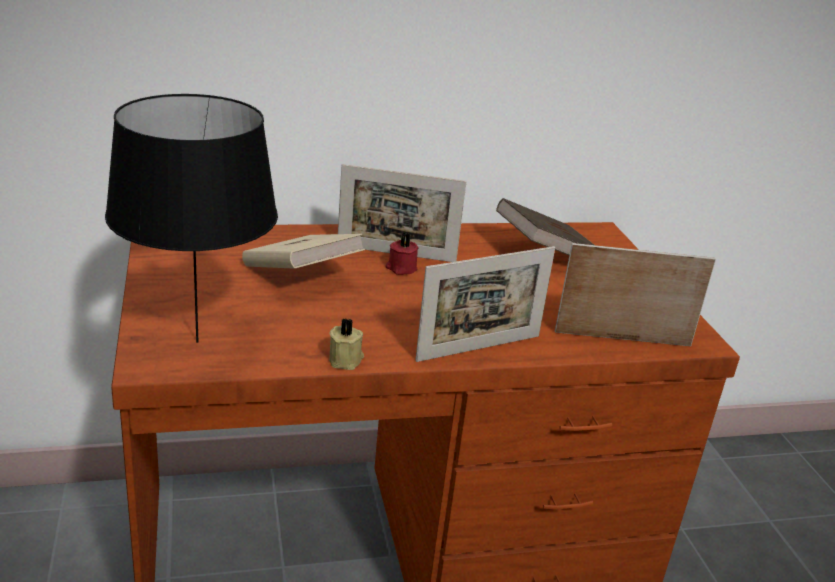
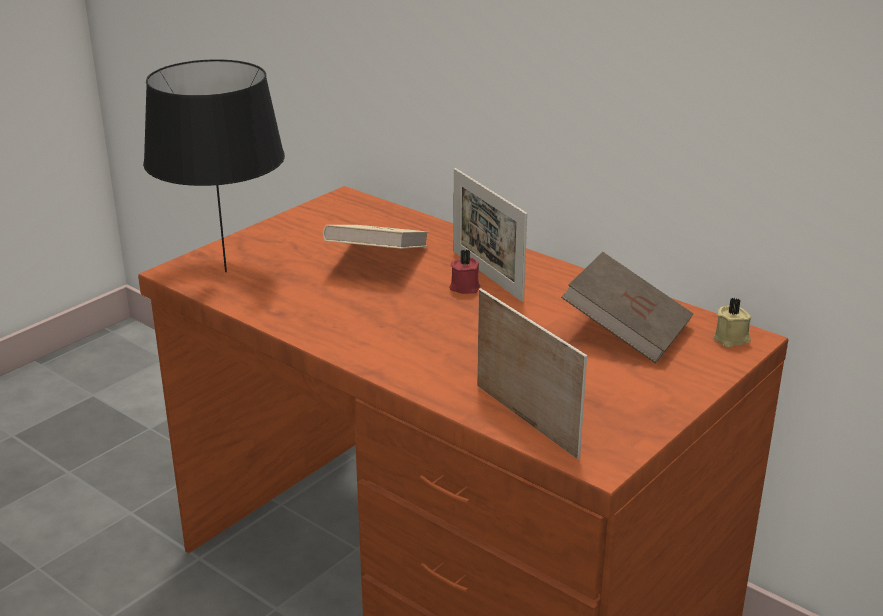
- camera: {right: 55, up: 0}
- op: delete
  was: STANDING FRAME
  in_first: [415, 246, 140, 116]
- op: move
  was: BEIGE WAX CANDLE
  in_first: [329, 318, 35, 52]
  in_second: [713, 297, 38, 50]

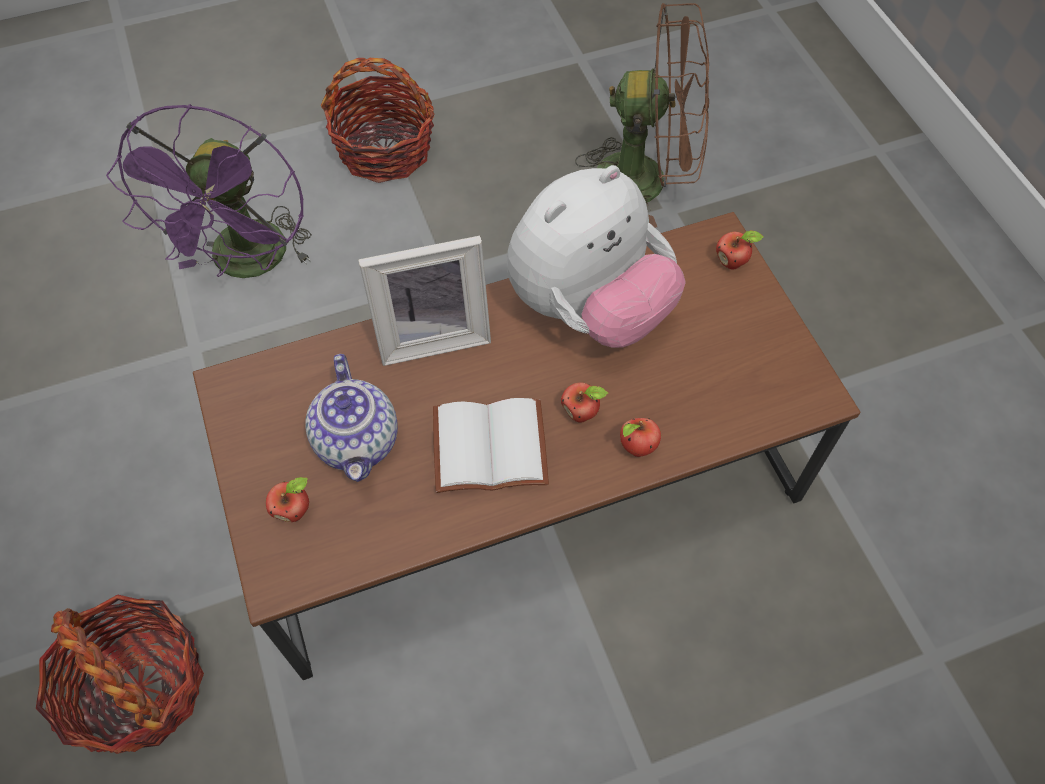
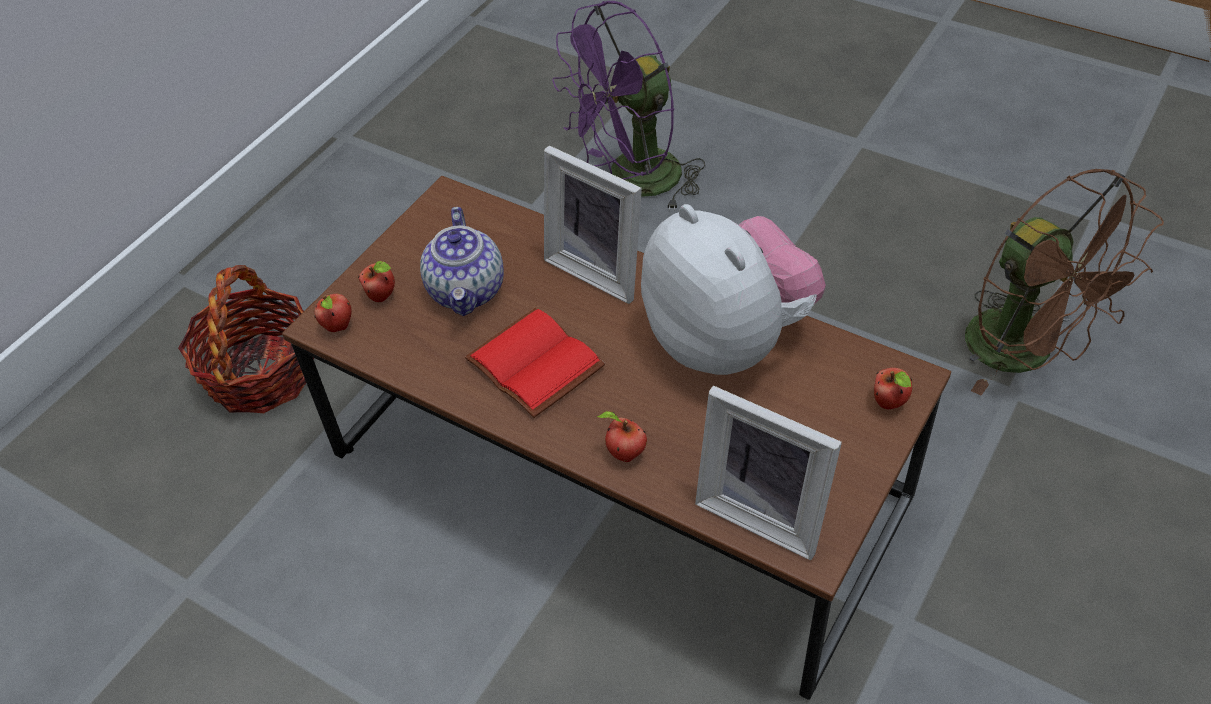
- camera: {right: 55, up: -10}
- op: delete
  was: HOUSEHOLD BASKET
  in_first: [321, 58, 114, 125]
- op: rotate
  was: SOFT TOY
  in_first: [507, 165, 179, 183]
  in_second: [641, 204, 185, 171]
  clockwise: -135
- op: rotate
  was: POT FOR TEA
  in_first: [305, 354, 93, 128]
  in_second: [420, 207, 84, 109]
  clockwise: -45
- op: move
  was: WHOLE APPLE
  in_first: [561, 382, 47, 41]
  in_second: [314, 294, 38, 38]
- op: recolor
  was: WHITE BOOK
  now: REDDISH BOOK
  in_first: [433, 398, 116, 95]
  in_second: [465, 308, 140, 110]
- op: insert
  now: STANDING FRAME
  in_second: [695, 386, 147, 174]

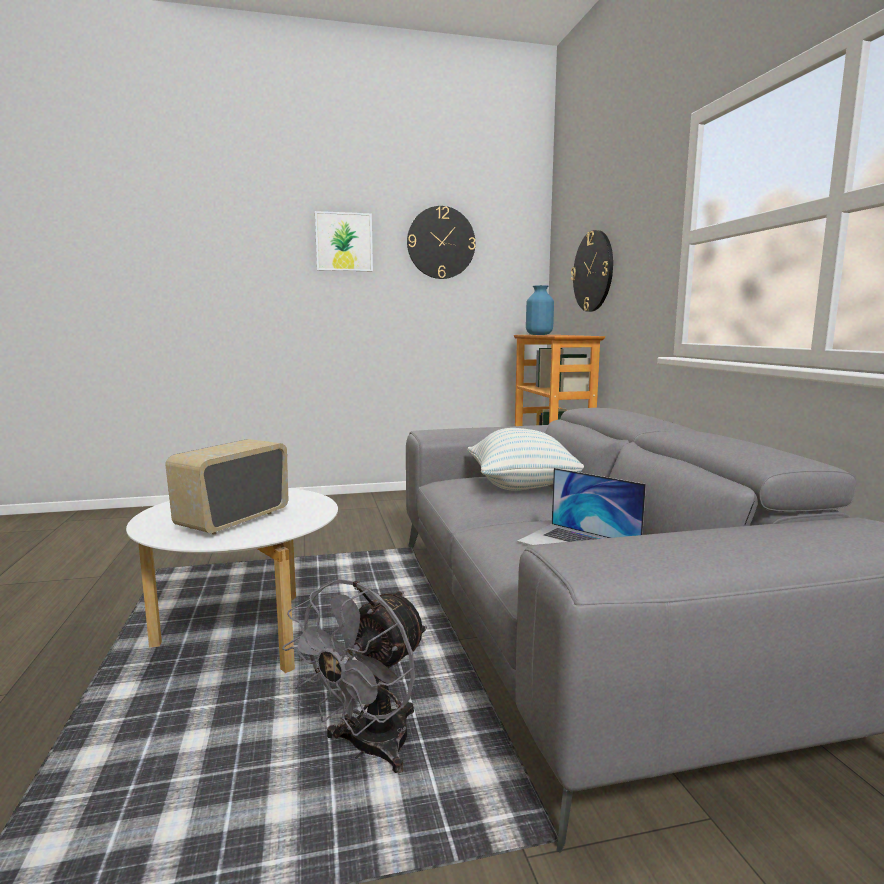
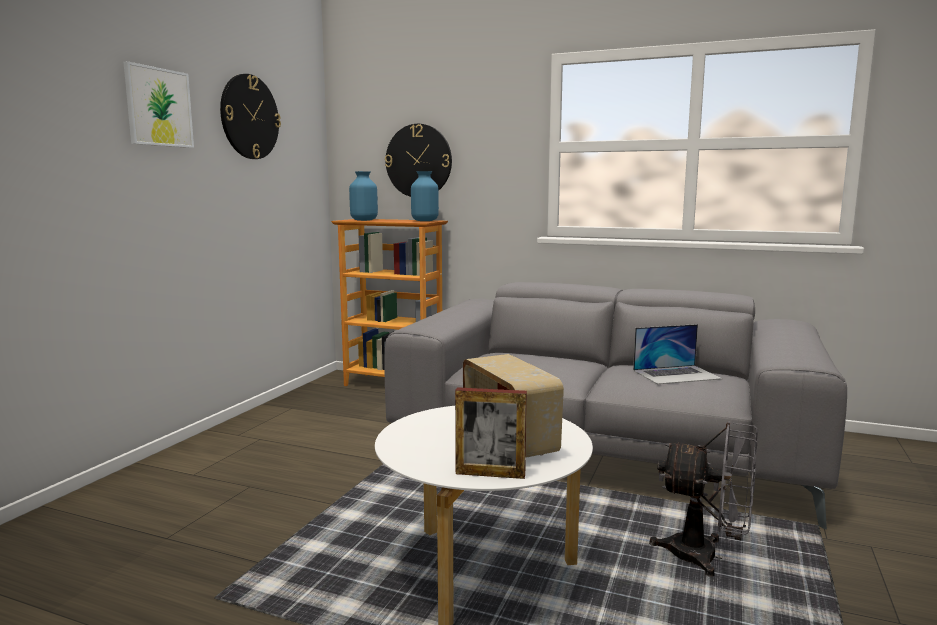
- camera: {right: -55, up: 0}
- op: delete
  was: THROW PILLOW
  in_first: [467, 428, 117, 63]
- op: rotate
  was: GREYISH FAN
  in_first: [282, 579, 145, 194]
  in_second: [649, 421, 109, 156]
  clockwise: -45
- op: insert
  now: BLUE FLOWER VASE
  in_second: [411, 171, 28, 50]
- op: insert
  now: STANDING FRAME
  in_second: [455, 387, 72, 92]

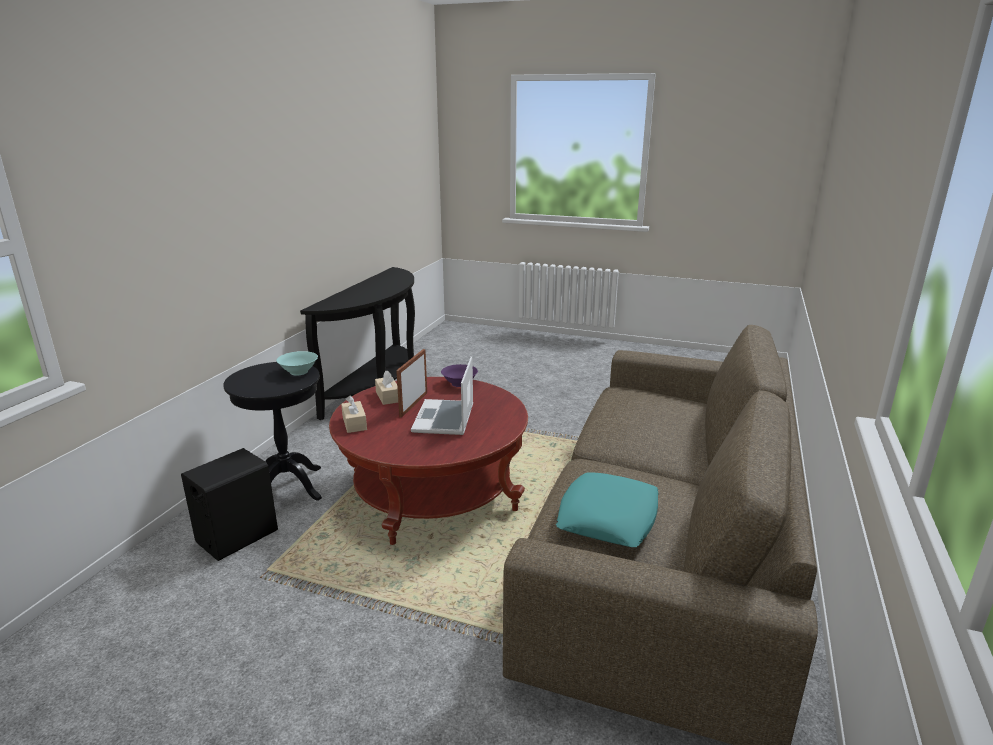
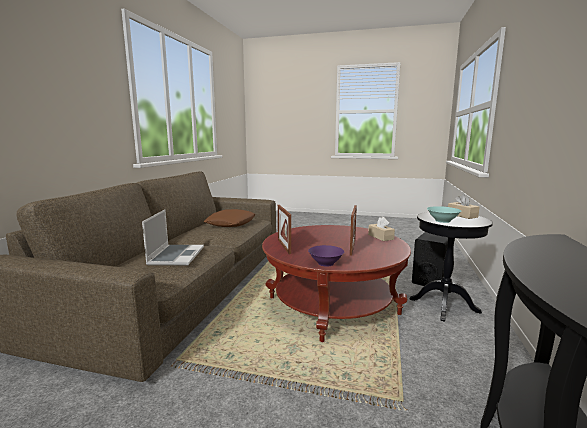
- camera: {right: 175, up: -10}
- op: move
  was: LAPTOP
  in_first: [411, 356, 62, 79]
  in_second: [142, 209, 62, 57]
- op: move
  was: BEIGE TISSUE BOX
  in_first: [375, 370, 23, 35]
  in_second: [448, 194, 32, 25]
- op: recolor
  was: TURQUOISE THROW PILLOW
  now: BROWNISH THROW PILLOW
  in_first: [556, 472, 103, 75]
  in_second: [204, 209, 52, 18]
- op: insert
  now: STANDING FRAME
  in_second: [278, 205, 13, 49]

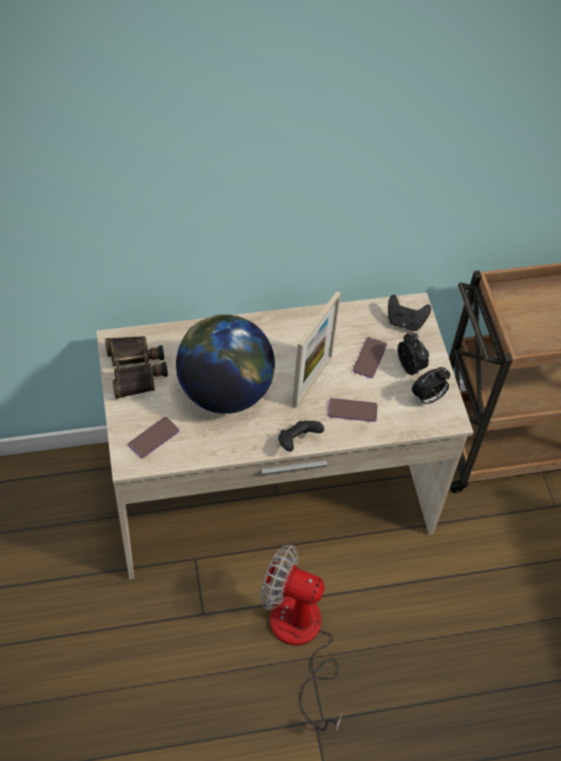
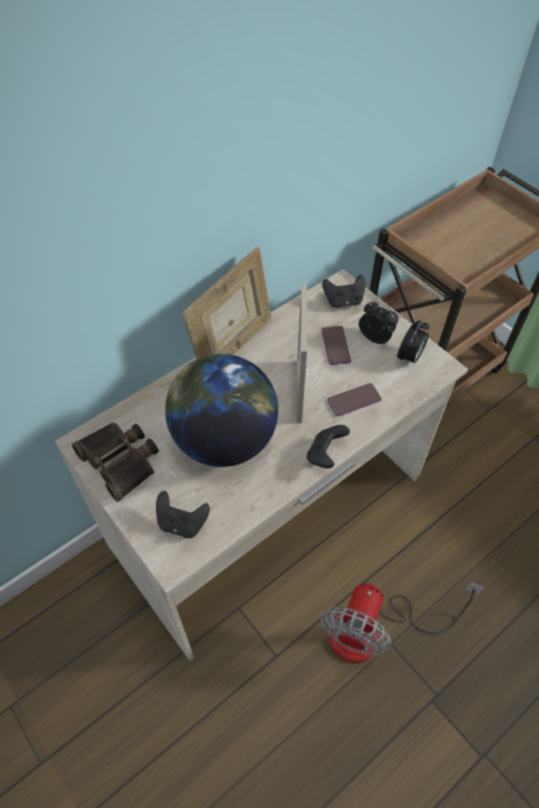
- camera: {right: -25, up: 0}
- op: replace
  was: HANDSET
  now: BLACK-COLOURED GAMEPAD
  in_first: [128, 417, 51, 41]
  in_second: [156, 491, 54, 47]
- op: rotate
  was: FAN
  in_first: [260, 544, 82, 189]
  in_second: [321, 582, 163, 81]
  clockwise: -60
- op: insert
  now: STANDING FRAME
  in_second: [182, 247, 90, 112]

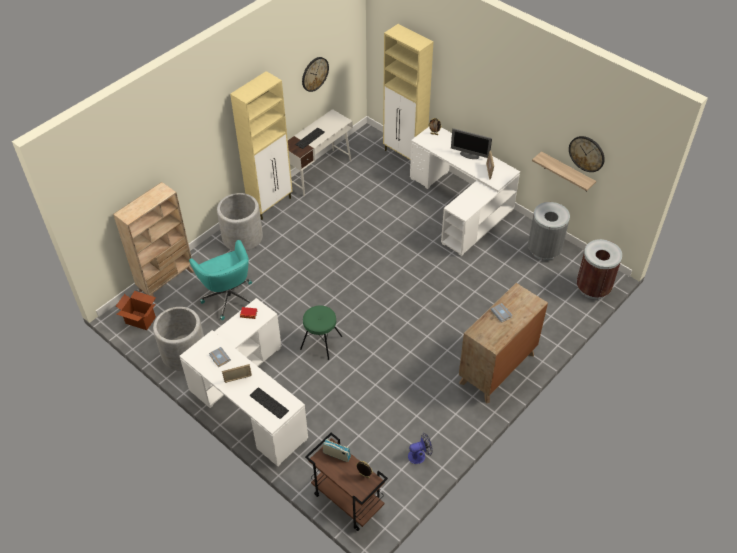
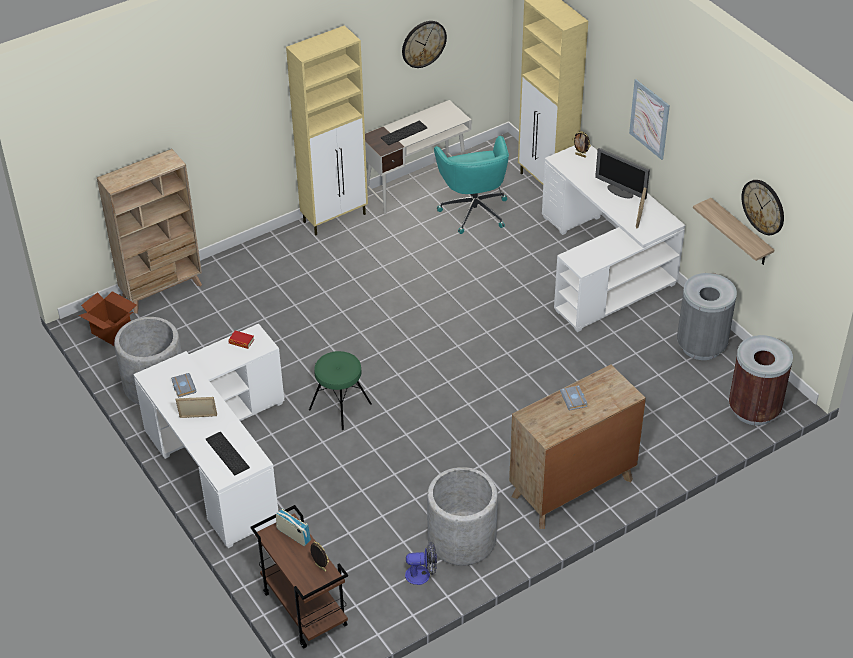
- camera: {right: 15, up: -5}
- op: move
  was: GREYISH PLANTER
  in_first: [217, 193, 46, 58]
  in_second: [427, 467, 71, 99]
- op: move
  was: TURQUOISE COMPUTER CHAIR
  in_first: [189, 240, 63, 80]
  in_second: [434, 136, 75, 98]
- op: insert
  now: WALL PICTURE
  in_second: [629, 79, 41, 81]

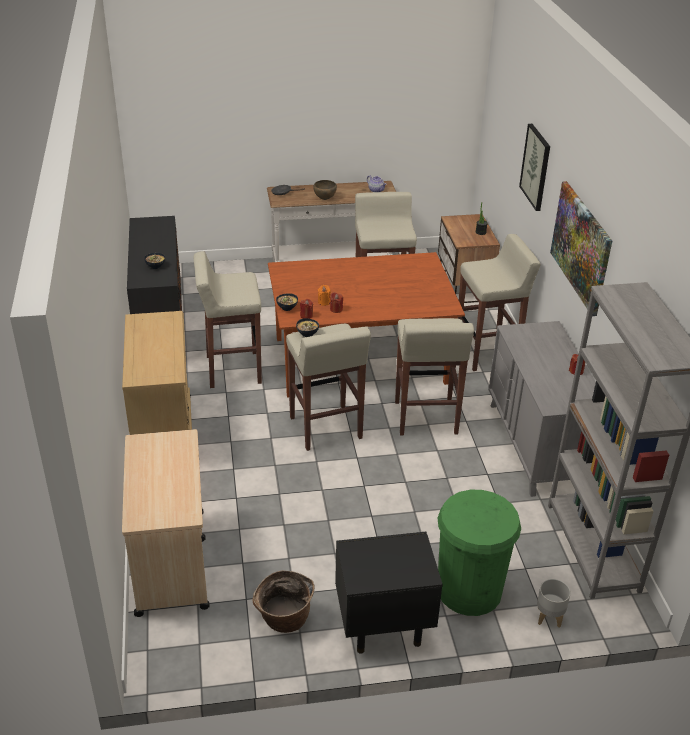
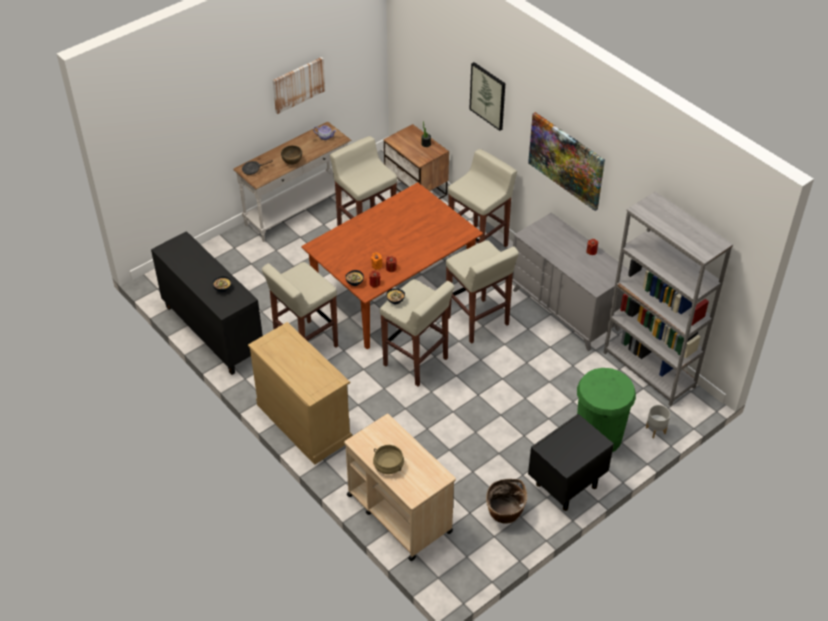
- camera: {right: -30, up: 10}
- op: insert
  now: WALL PICTURE
  in_second: [273, 57, 52, 57]
- op: insert
  now: BEIGE SAUCEPOT
  in_second: [373, 445, 31, 29]

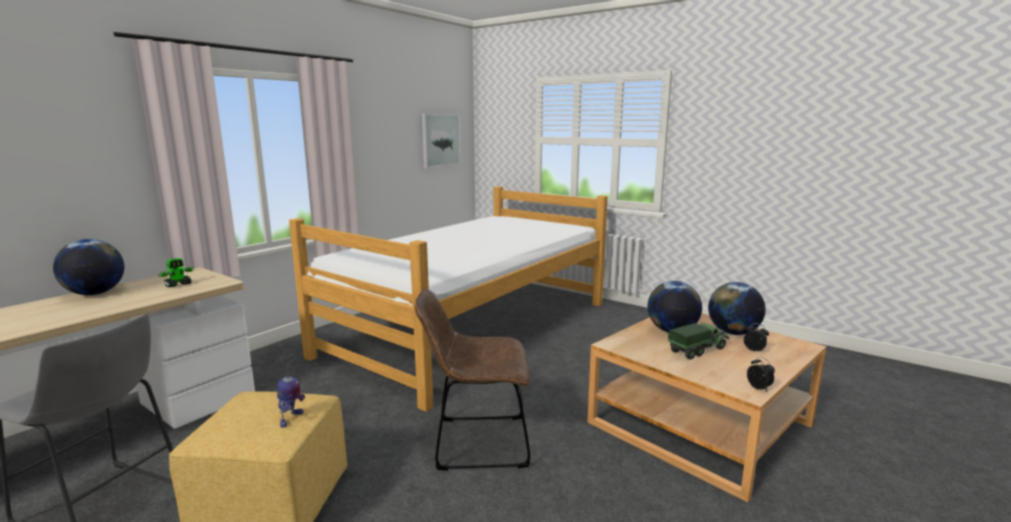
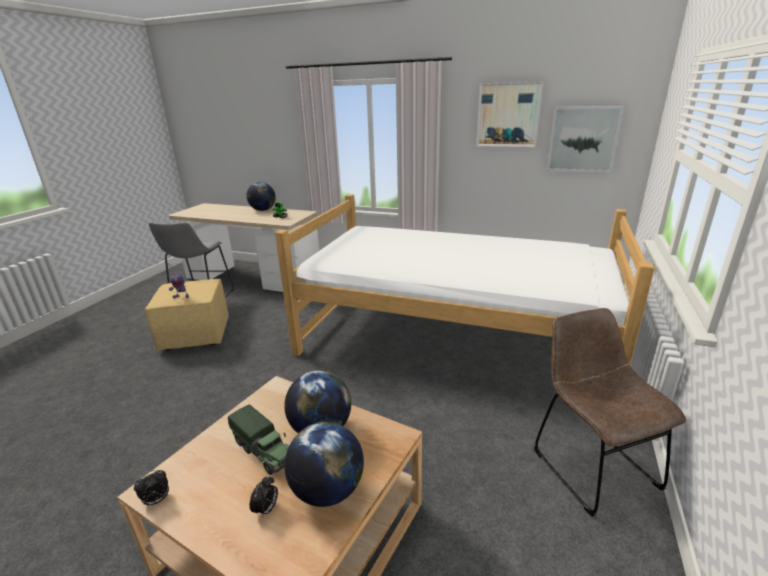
- camera: {right: 75, up: 10}
- op: move
  was: BROWNISH UPRIGHT CHAIR
  in_first: [415, 288, 115, 183]
  in_second: [534, 308, 152, 209]
- op: insert
  now: WALL PICTURE
  in_second: [476, 81, 68, 66]

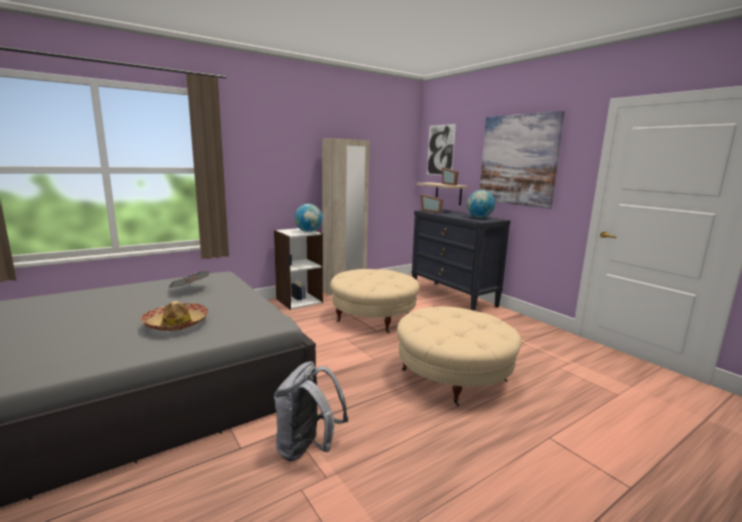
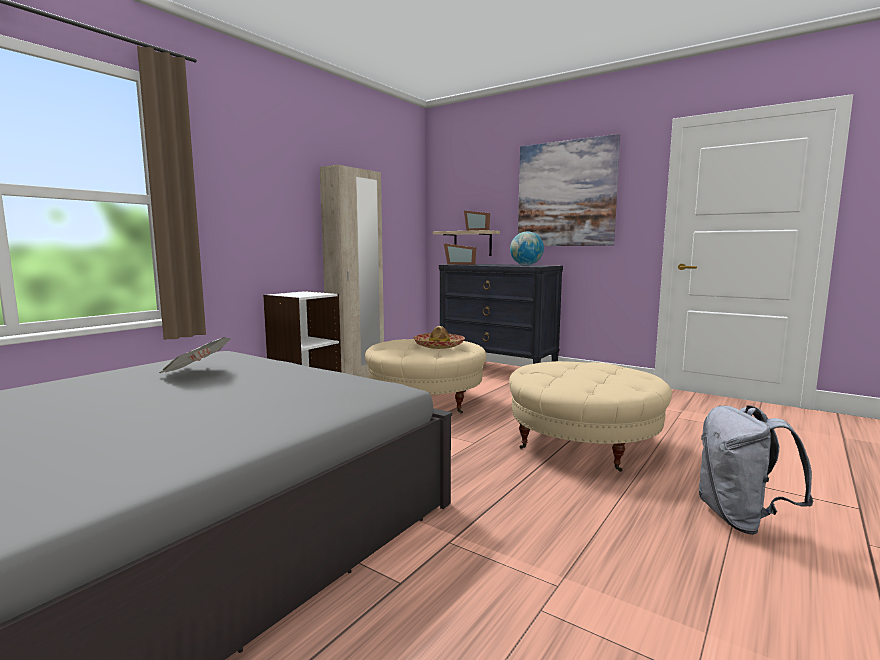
- camera: {right: -20, up: -5}
- op: delete
  was: WALL PICTURE
  in_first: [427, 124, 29, 51]
- op: delete
  was: WORLD GLOBE
  in_first: [294, 204, 29, 28]
- op: move
  was: CLOTHING HAT
  in_first: [141, 301, 68, 30]
  in_second: [413, 326, 52, 23]
- op: move
  was: GREYISH KNAPSACK
  in_first: [274, 361, 75, 100]
  in_second: [698, 405, 115, 130]

